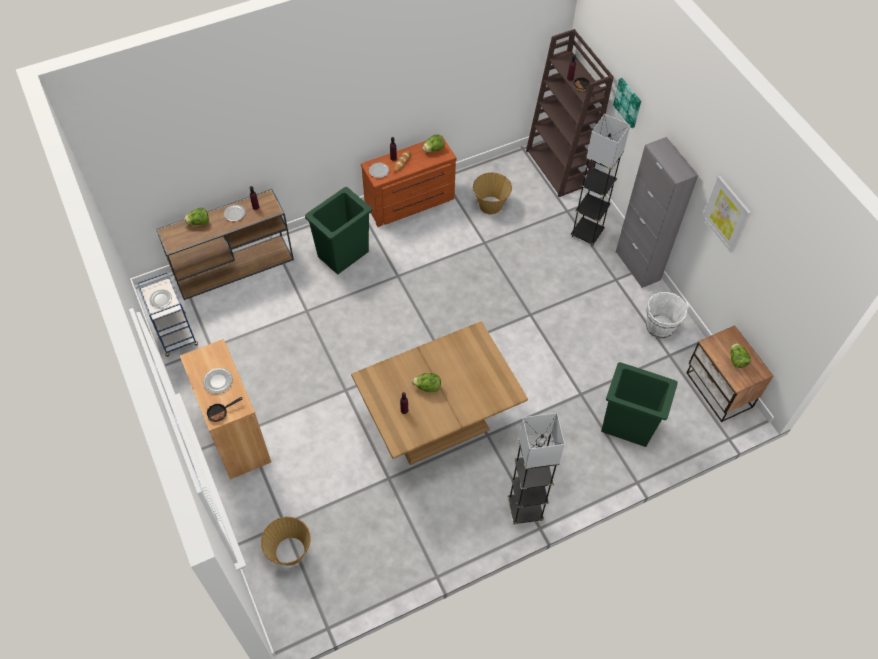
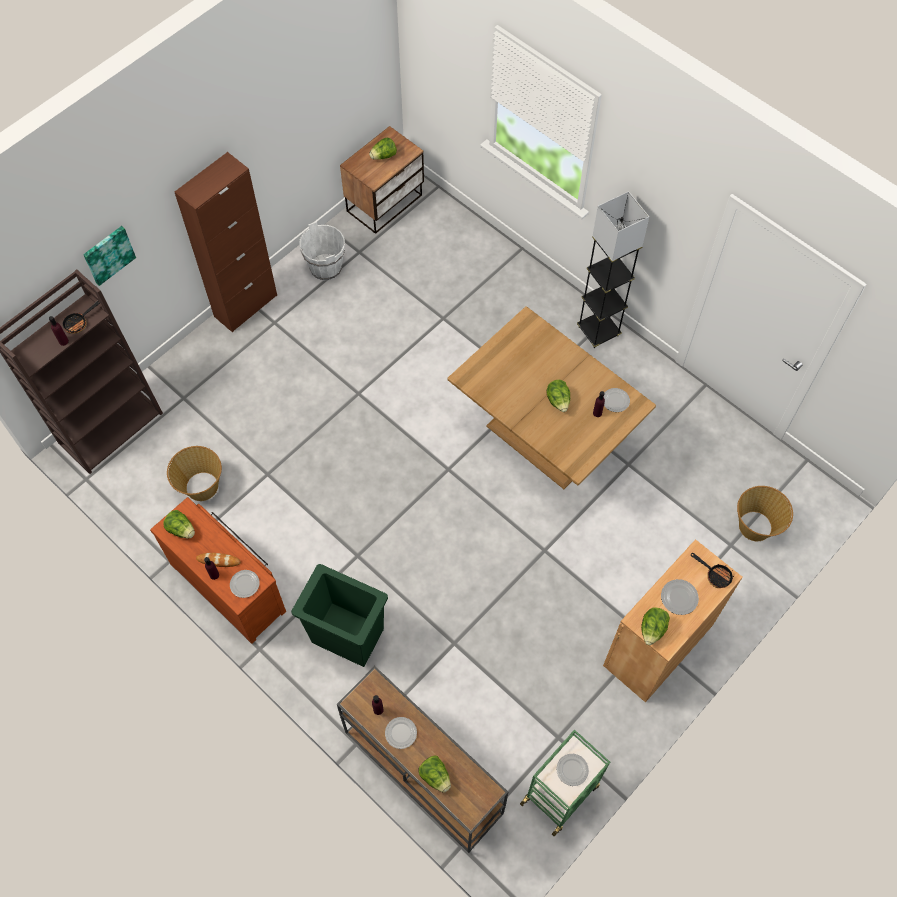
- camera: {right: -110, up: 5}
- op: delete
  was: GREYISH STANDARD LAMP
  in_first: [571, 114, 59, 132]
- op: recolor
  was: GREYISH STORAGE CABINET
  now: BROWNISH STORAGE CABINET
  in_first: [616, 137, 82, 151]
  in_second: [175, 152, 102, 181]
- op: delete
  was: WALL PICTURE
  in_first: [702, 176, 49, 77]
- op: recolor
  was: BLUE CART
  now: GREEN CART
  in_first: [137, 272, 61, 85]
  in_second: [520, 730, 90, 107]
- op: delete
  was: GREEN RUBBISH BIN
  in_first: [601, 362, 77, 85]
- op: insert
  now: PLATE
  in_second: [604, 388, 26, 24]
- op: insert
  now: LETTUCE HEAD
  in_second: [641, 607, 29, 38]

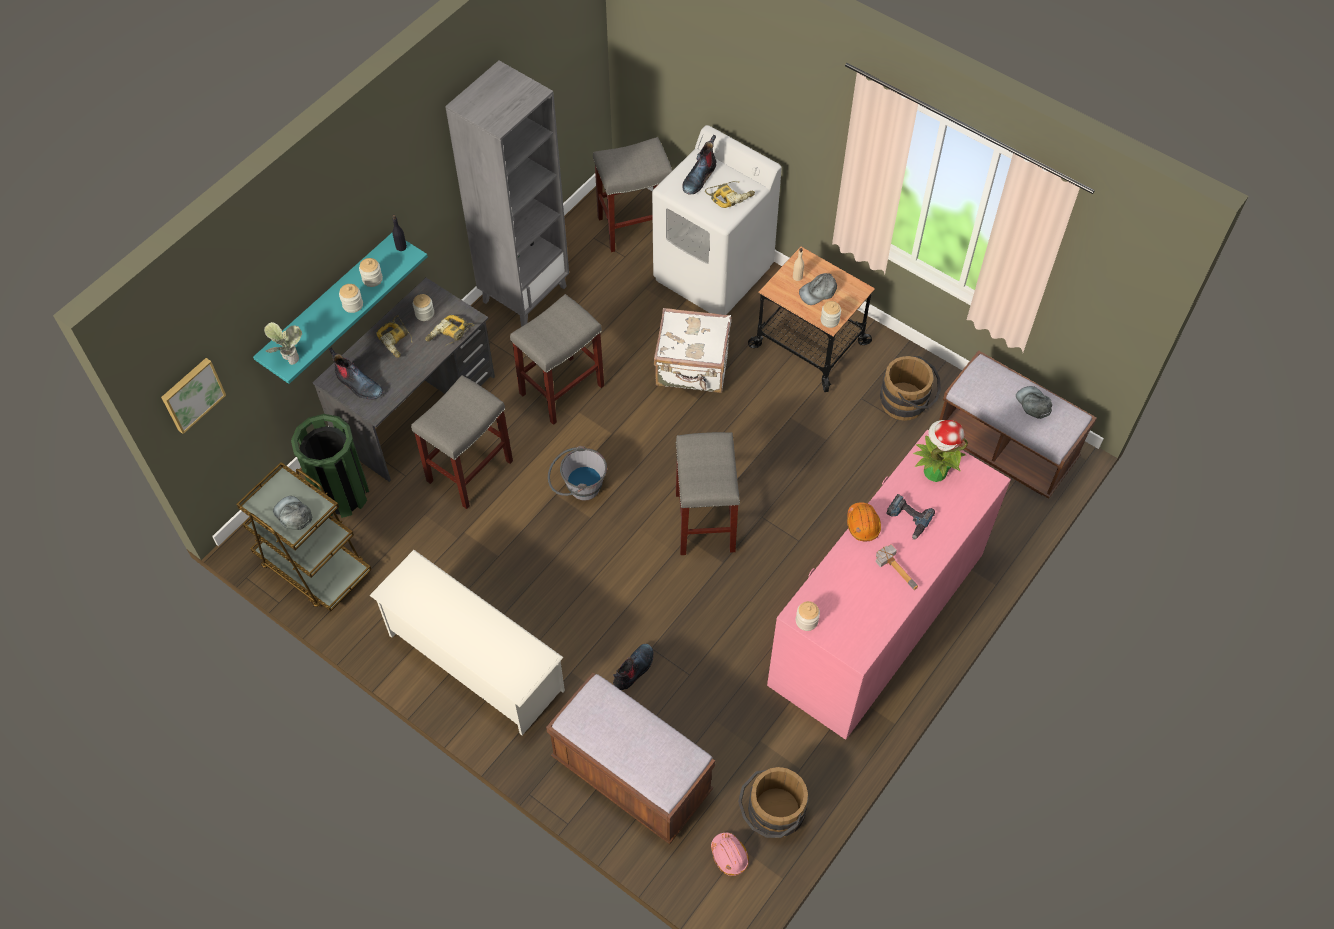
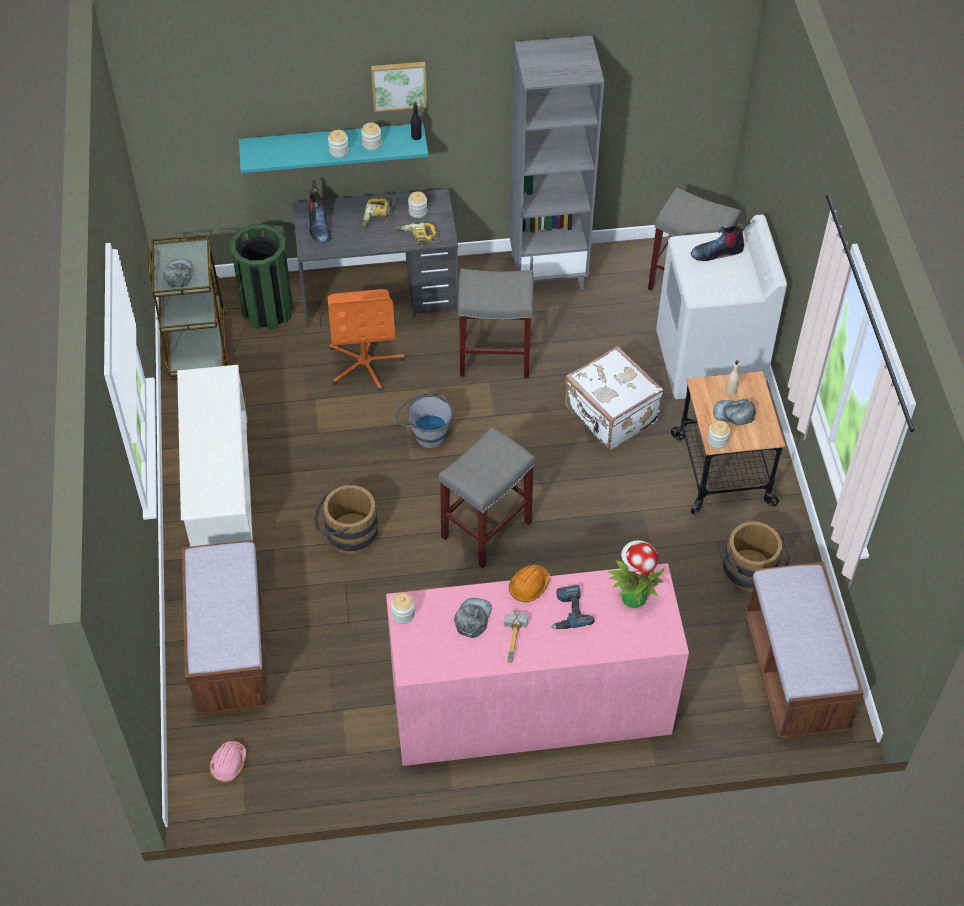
- camera: {right: 45, up: -5}
- op: delete
  was: ELECTRIC DRILL
  in_first: [705, 181, 50, 27]
- op: delete
  was: POTTED PLANT
  in_first: [264, 322, 38, 43]
- op: move
  was: WALL PICTURE
  in_first: [161, 358, 65, 76]
  in_second: [371, 62, 56, 50]
- op: replace
  was: GREYISH STOOL SEAT
  now: ORANGEY COMPUTER CHAIR
  in_first: [411, 375, 102, 134]
  in_second: [328, 289, 77, 102]
- op: move
  was: GREYISH CAP
  in_first: [1016, 386, 36, 33]
  in_second: [454, 598, 38, 40]
- op: delete
  was: TALL BOOT
  in_first: [613, 644, 40, 47]
- op: move
  was: BROWNISH BUCKET
  in_first: [738, 767, 70, 71]
  in_second: [314, 483, 64, 72]

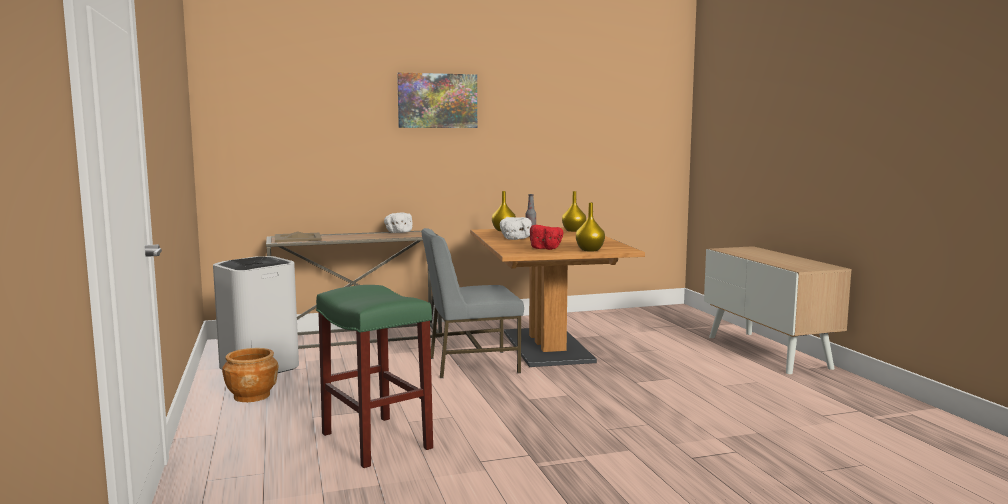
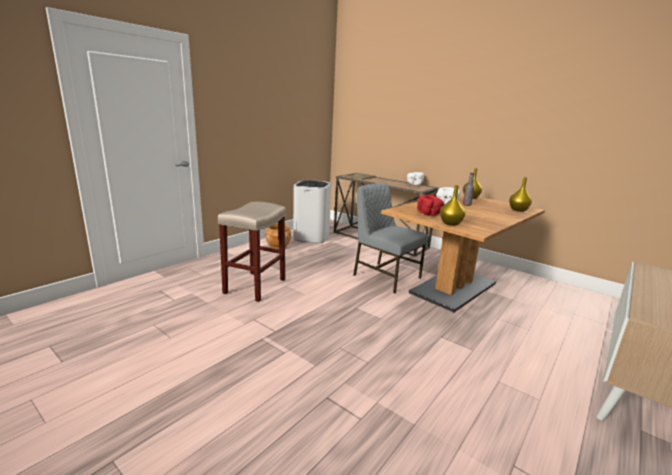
- camera: {right: 55, up: 10}
- op: delete
  was: WALL PICTURE
  in_first: [397, 73, 80, 55]
- op: recolor
  was: GREEN STOOL SEAT
  now: BEIGE STOOL SEAT
  in_first: [316, 285, 117, 183]
  in_second: [218, 202, 68, 100]

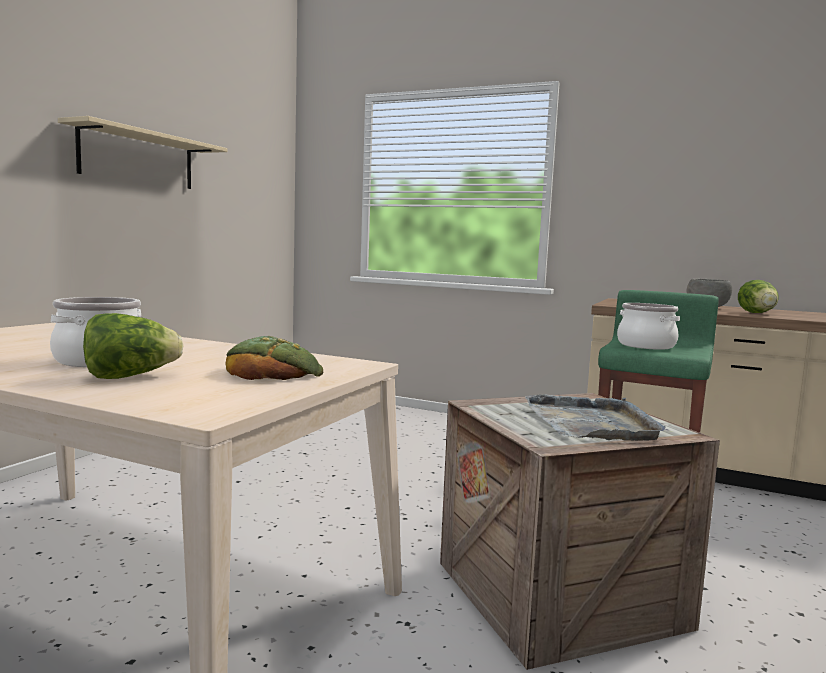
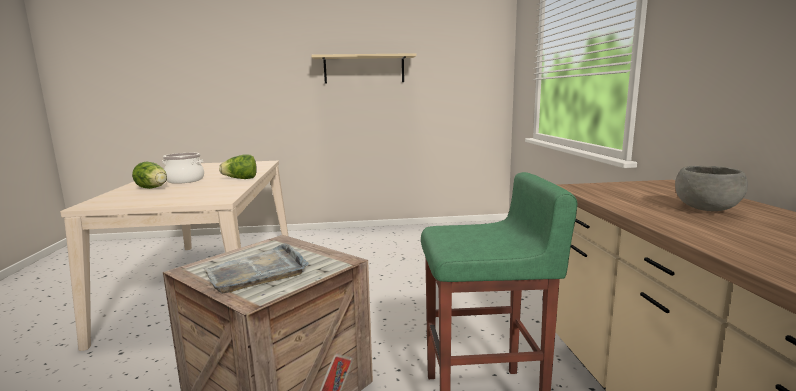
- camera: {right: 60, up: 5}
- op: move
  was: LETTUCE HEAD
  in_first: [738, 280, 40, 33]
  in_second: [219, 154, 38, 25]
- op: delete
  was: SAUCEPOT
  in_first: [617, 303, 63, 47]
- op: delete
  was: BREAD
  in_first: [225, 336, 98, 44]

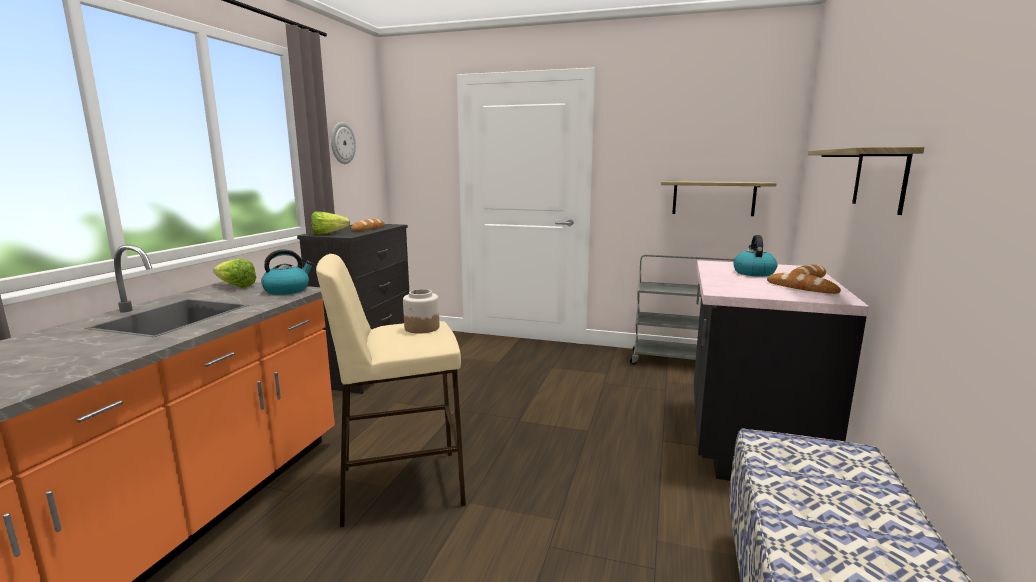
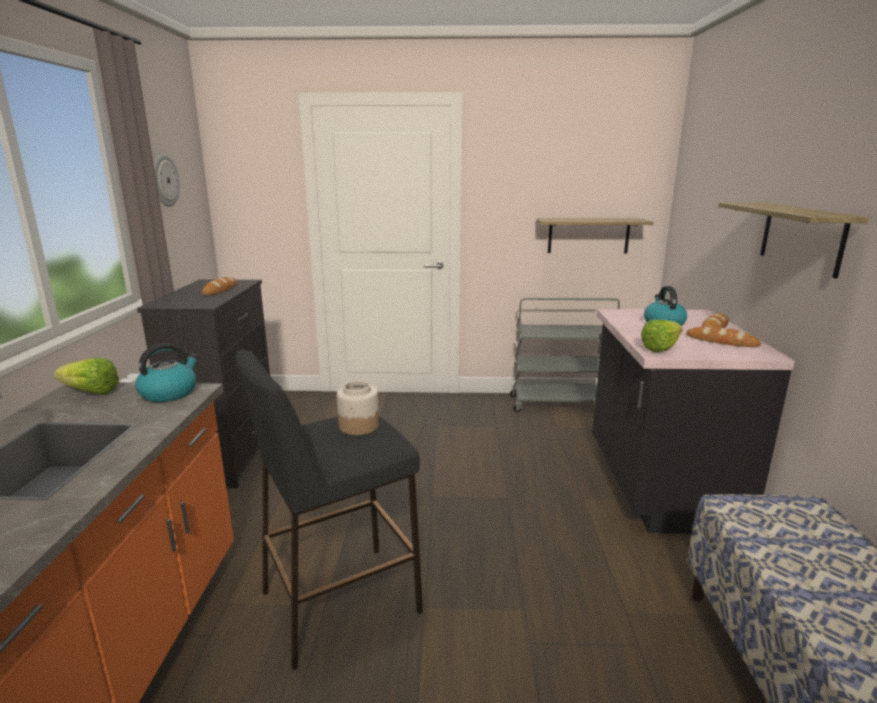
- camera: {right: -15, up: 5}
- op: move
  was: LETTUCE HEAD
  in_first: [311, 211, 39, 23]
  in_second: [641, 320, 42, 32]
- op: recolor
  was: BEIGE STOOL SEAT
  now: BLACK-COLOURED STOOL SEAT
  in_first: [316, 254, 150, 273]
  in_second: [235, 350, 188, 320]

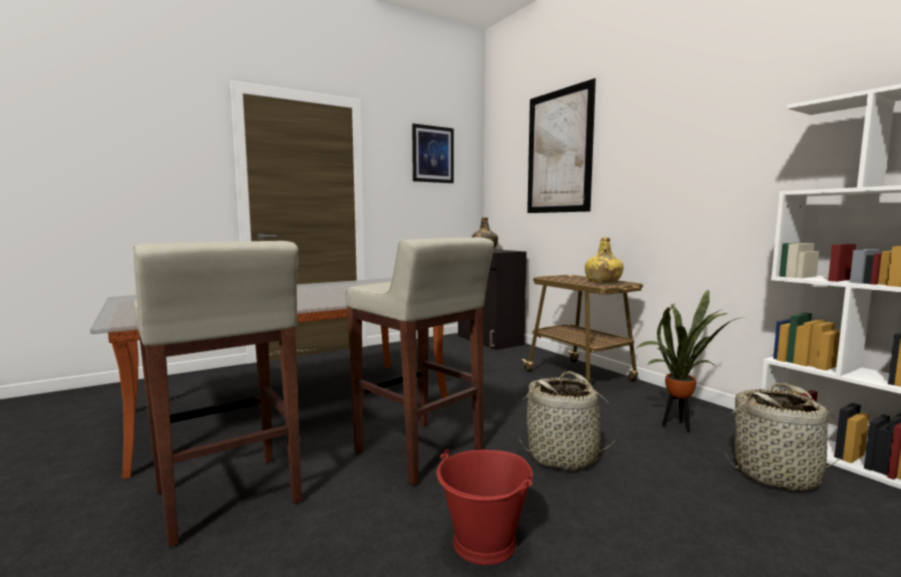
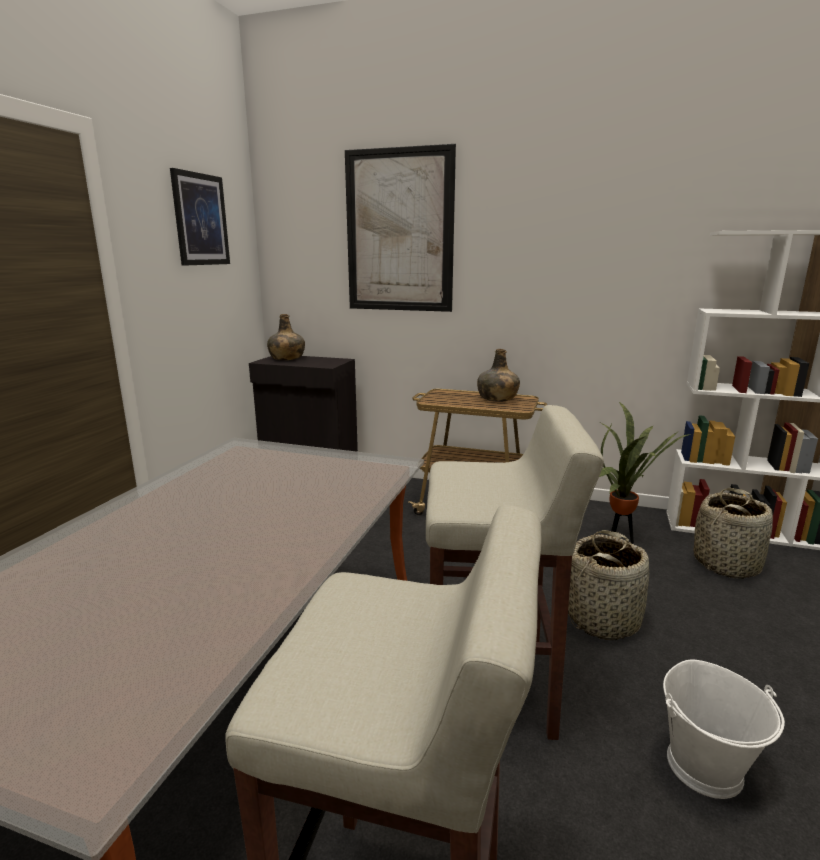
- camera: {right: -40, up: 10}
- op: recolor
  was: YELLOW BEVERAGE BOTTLE
  now: GREEN BEVERAGE BOTTLE
  in_first: [585, 238, 39, 45]
  in_second: [477, 349, 43, 53]
- op: recolor
  was: REDDISH BUCKET
  now: WHITE BUCKET
  in_first: [436, 449, 97, 116]
  in_second: [663, 660, 122, 139]

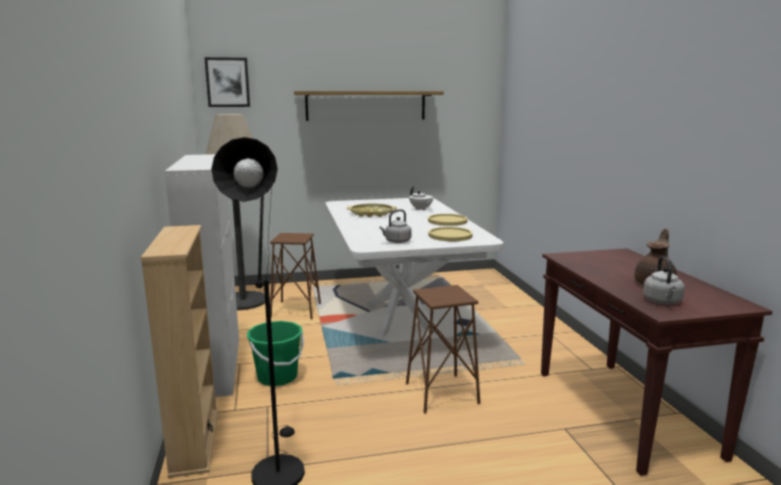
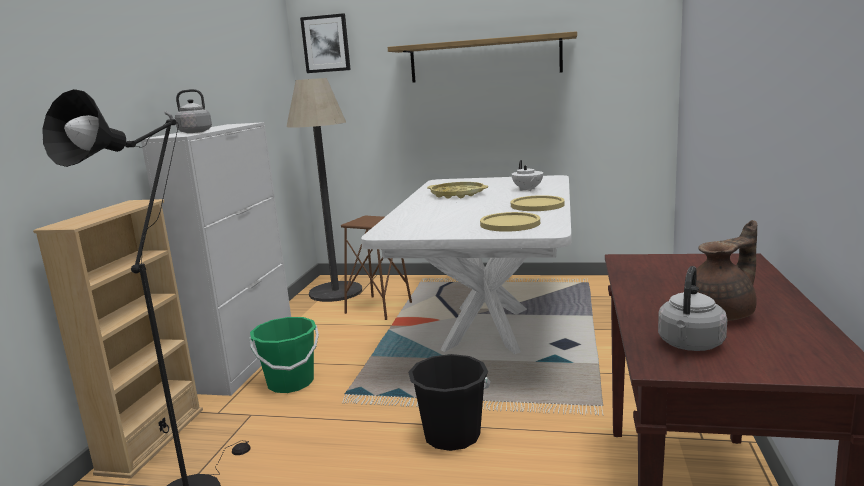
- camera: {right: 25, up: 0}
- op: move
  was: GREYISH TEA KETTLE
  in_first: [379, 209, 32, 34]
  in_second: [164, 89, 48, 44]
- op: replace
  was: BROWNISH STOOL SEAT
  now: BLACK-COLOURED BUCKET
  in_first: [406, 285, 74, 129]
  in_second: [408, 354, 82, 97]

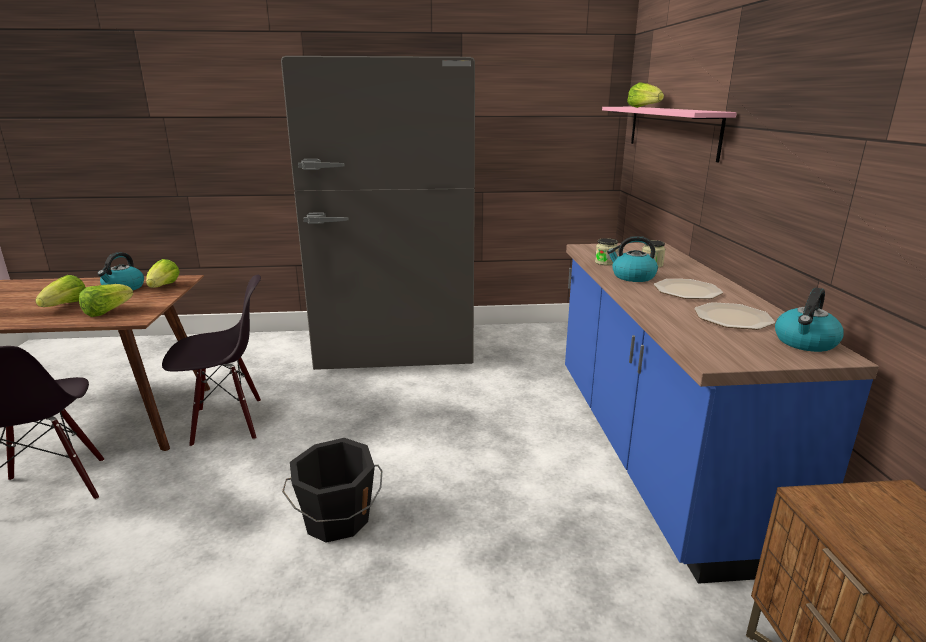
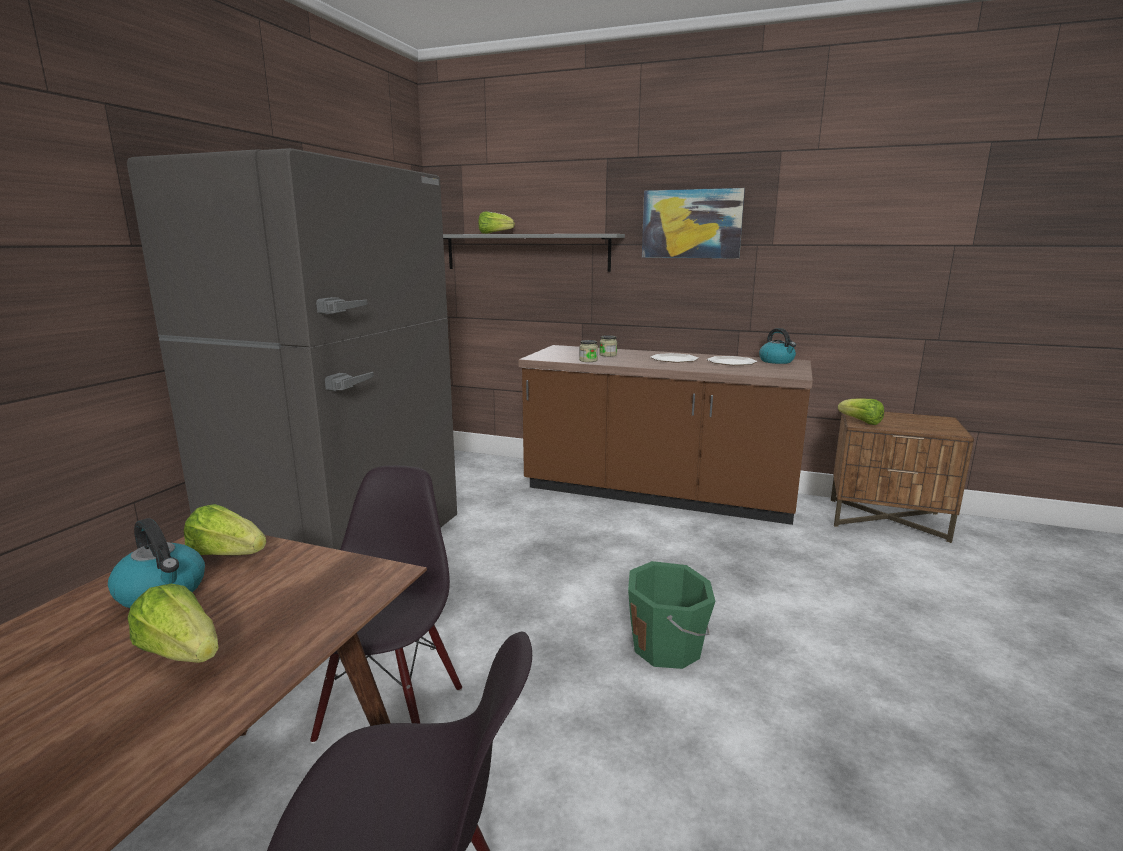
- camera: {right: -65, up: -5}
- op: recolor
  was: PINK-COLOURED WALL SHELF
  now: GREYISH WALL SHELF
  in_first: [602, 107, 135, 55]
  in_second: [443, 234, 182, 38]
- op: delete
  was: TEA KETTLE
  in_first: [607, 236, 51, 46]
- op: recolor
  was: BLUE KITCHEN BASE UNIT
  now: BROWNISH KITCHEN BASE UNIT
  in_first: [565, 242, 314, 342]
  in_second: [518, 345, 295, 180]
- op: move
  was: LETTUCE HEAD
  in_first: [79, 284, 54, 33]
  in_second: [838, 398, 46, 27]
- op: recolor
  was: BLACK-COLOURED BUCKET
  now: GREEN BUCKET
  in_first: [282, 438, 100, 105]
  in_second: [628, 561, 87, 108]
- op: insert
  now: WALL PICTURE
  in_second: [642, 188, 103, 71]

